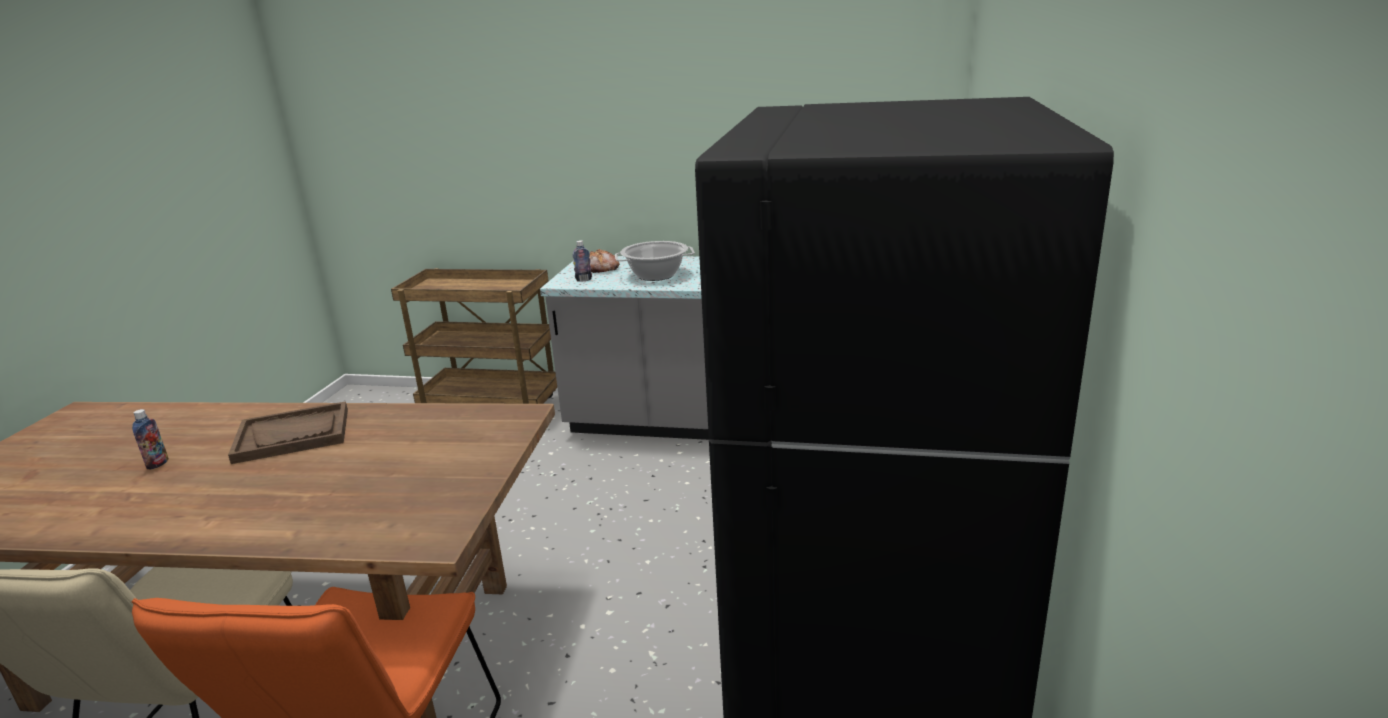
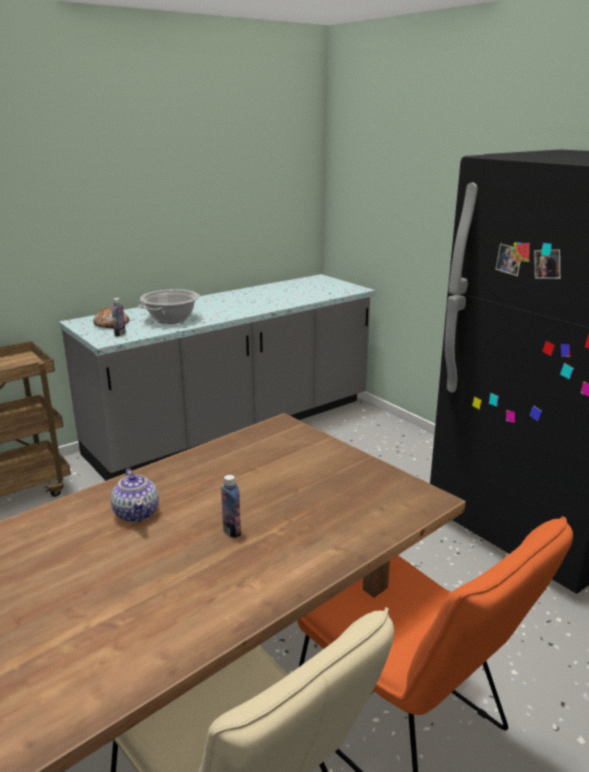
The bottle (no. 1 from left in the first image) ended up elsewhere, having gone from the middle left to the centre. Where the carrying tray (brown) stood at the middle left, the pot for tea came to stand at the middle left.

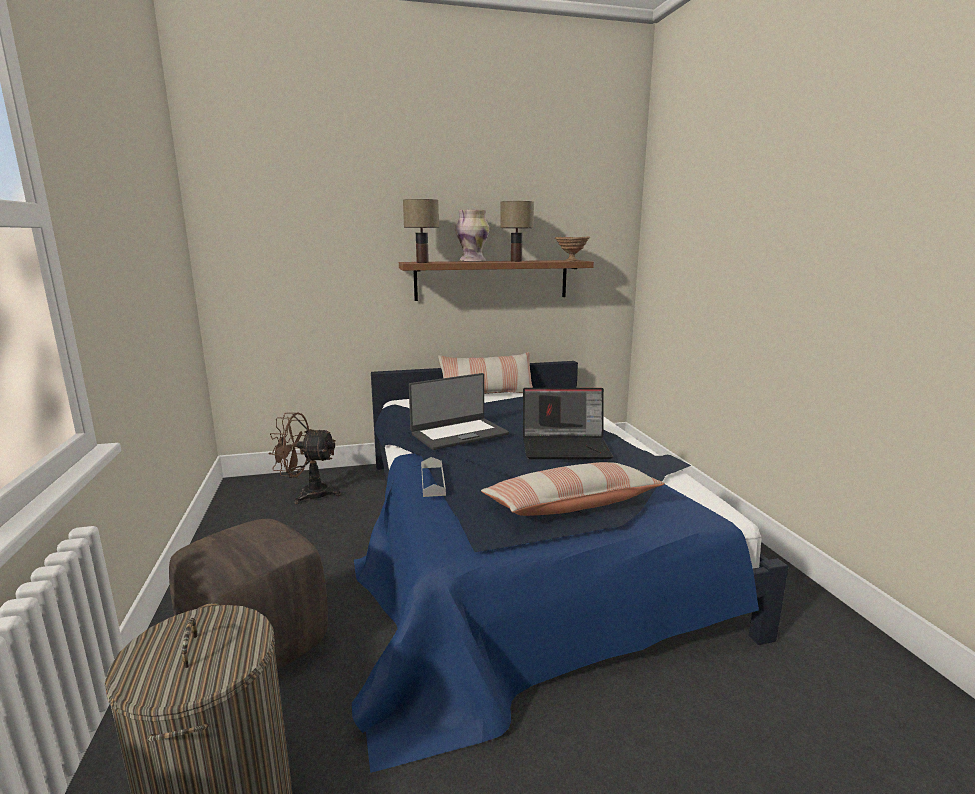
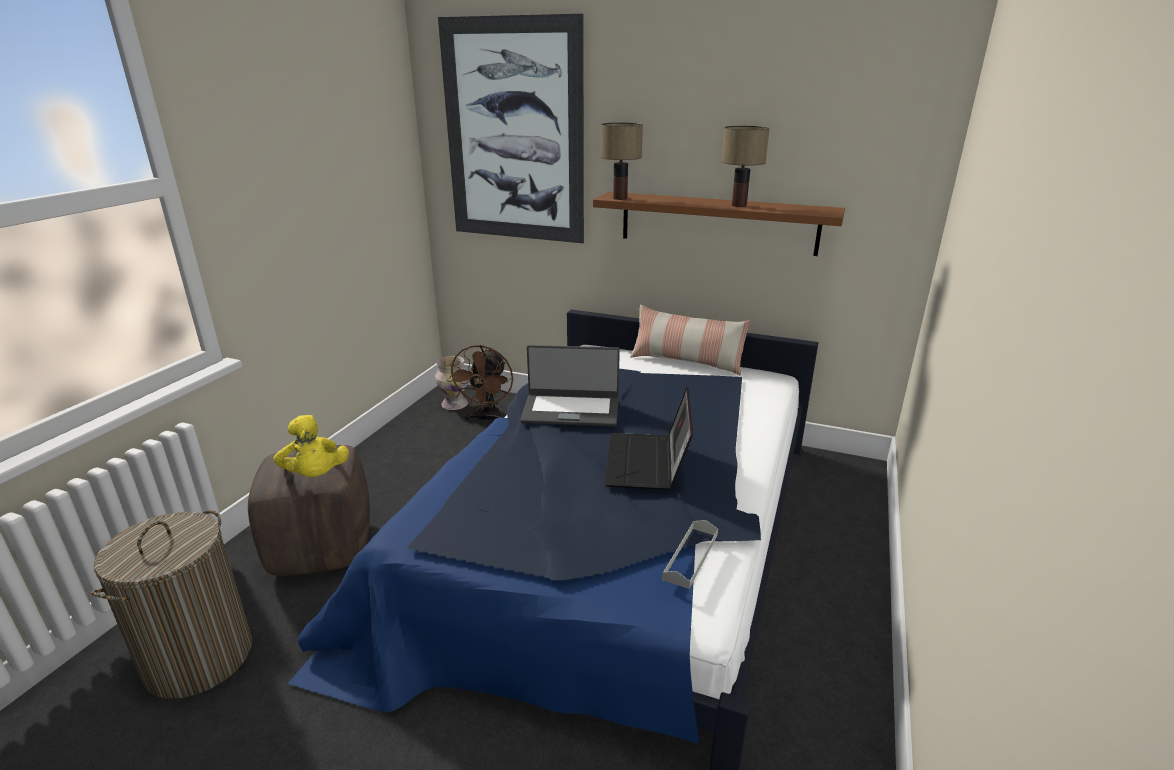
The second view lost the pillow (no. 2 from left) at the centre. The second view lost the deep dish (brown) at the top centre. The second view gained the soft toy (yellowish) at the middle left. The second view gained the wall picture at the top centre. The carrying tray (grey) ended up elsewhere, having gone from the centre to the bottom centre. The vase ended up elsewhere, having gone from the top centre to the centre. The electric fan (brown) at the middle left ended up facing another way, 120 degrees counterclockwise from before. The laptop (no. 2 from left) at the centre ended up facing another way, 60 degrees clockwise from before.

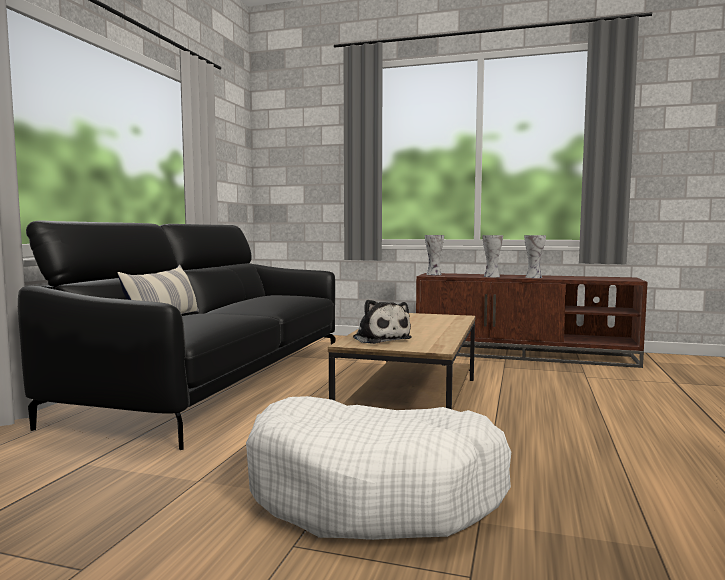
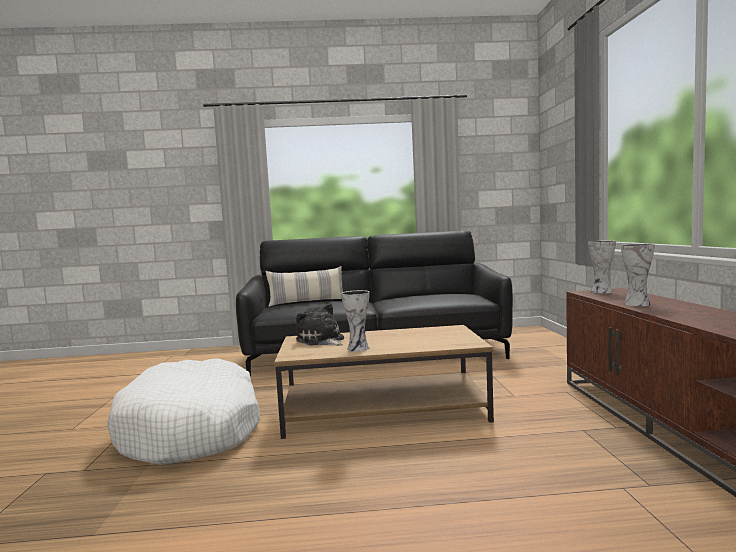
The vase (no. 3 from left in the first image) ended up elsewhere, having gone from the middle right to the centre. The soft toy at the centre ended up facing another way, 105 degrees clockwise from before.

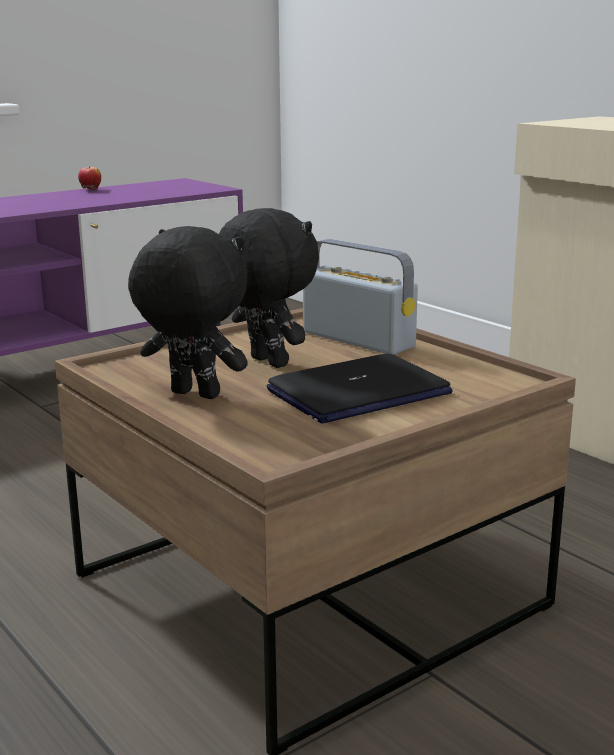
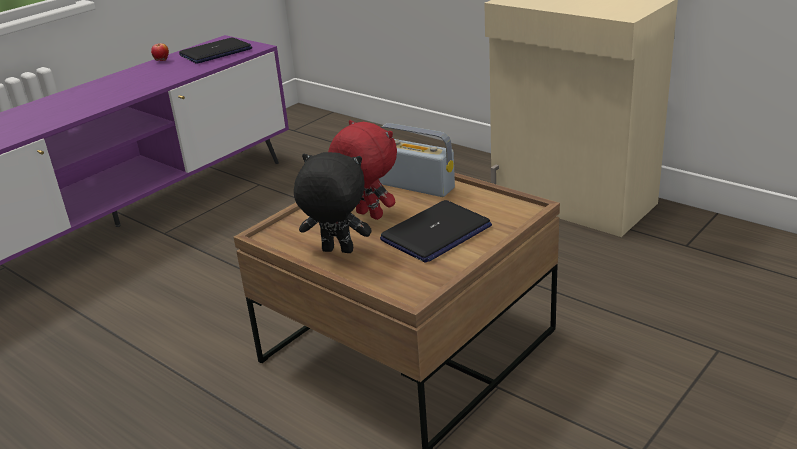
The second view gained the laptop (no. 1 from left) at the top left. What was the soft toy (black) (no. 2 from left) at the centre turned into the soft toy (red-coloured) at the centre.

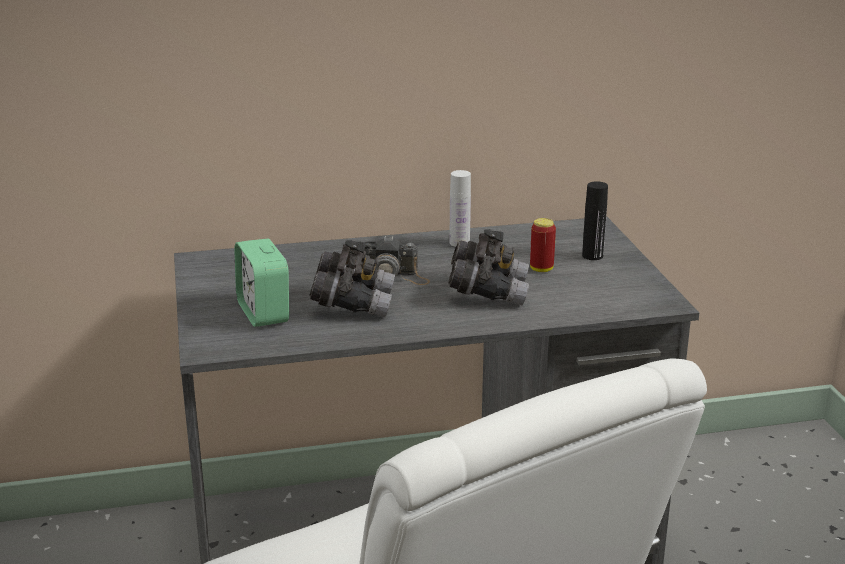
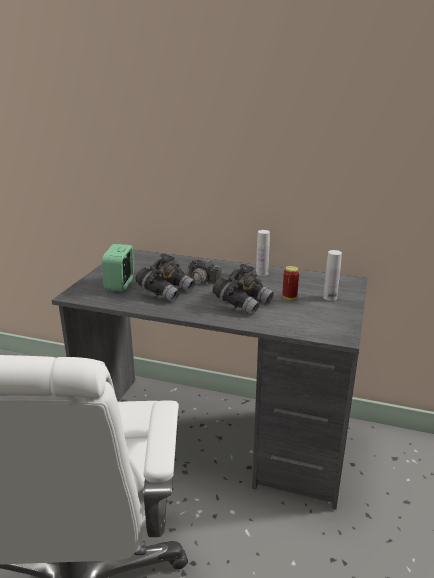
What was the bottle (black) at the middle right turned into the bottle (white) (no. 2 from left) at the middle right.

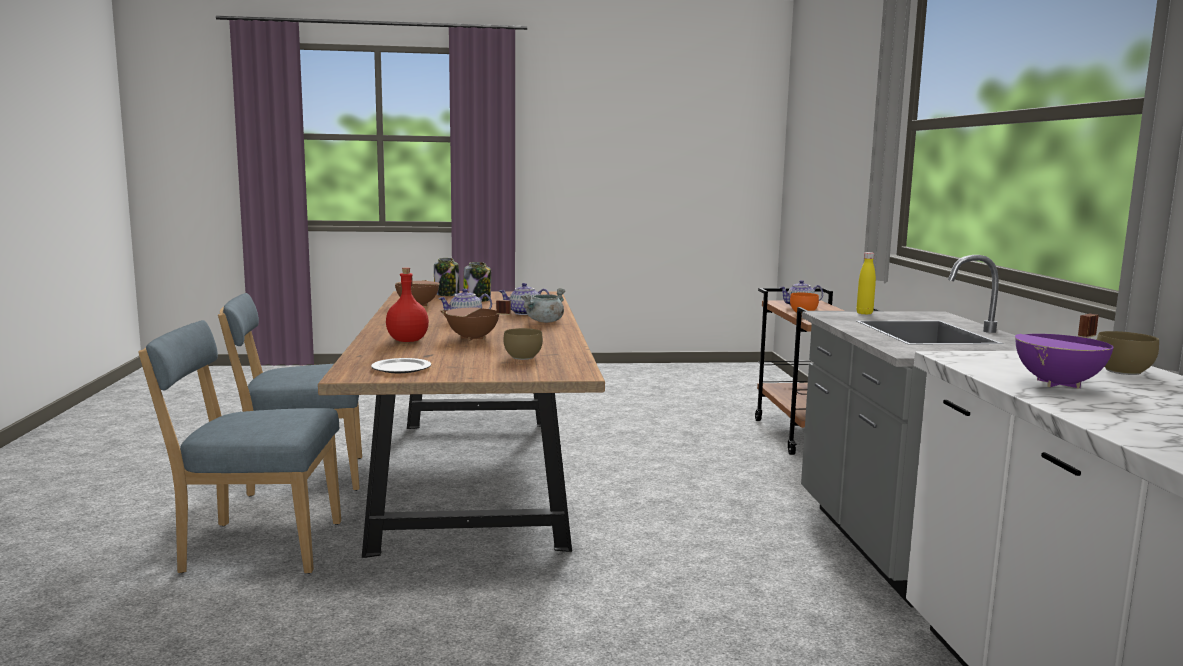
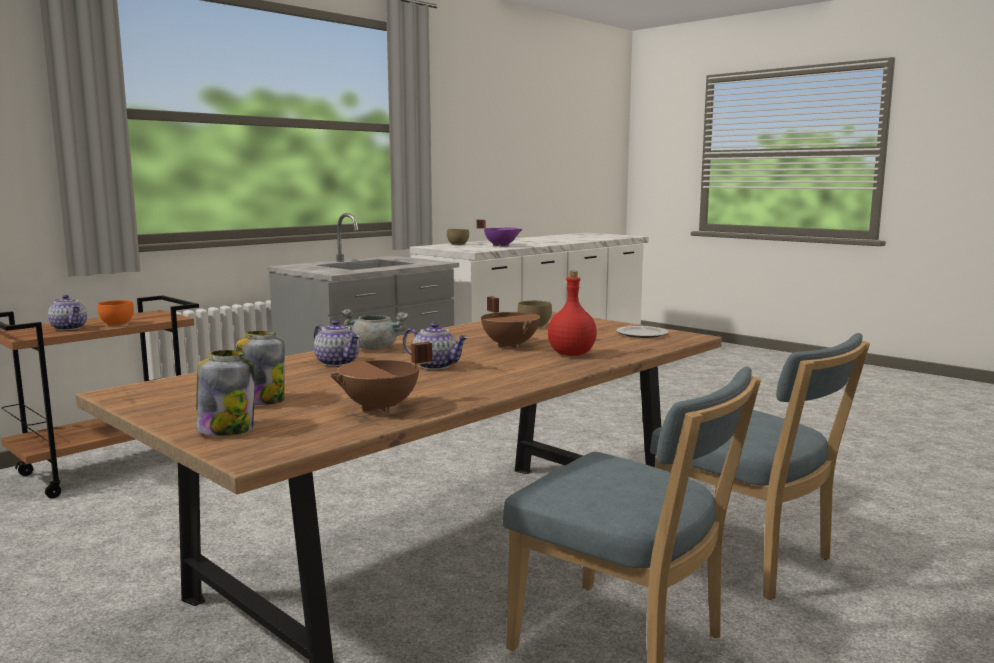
The second view lost the bottle (yellowish) at the middle right.

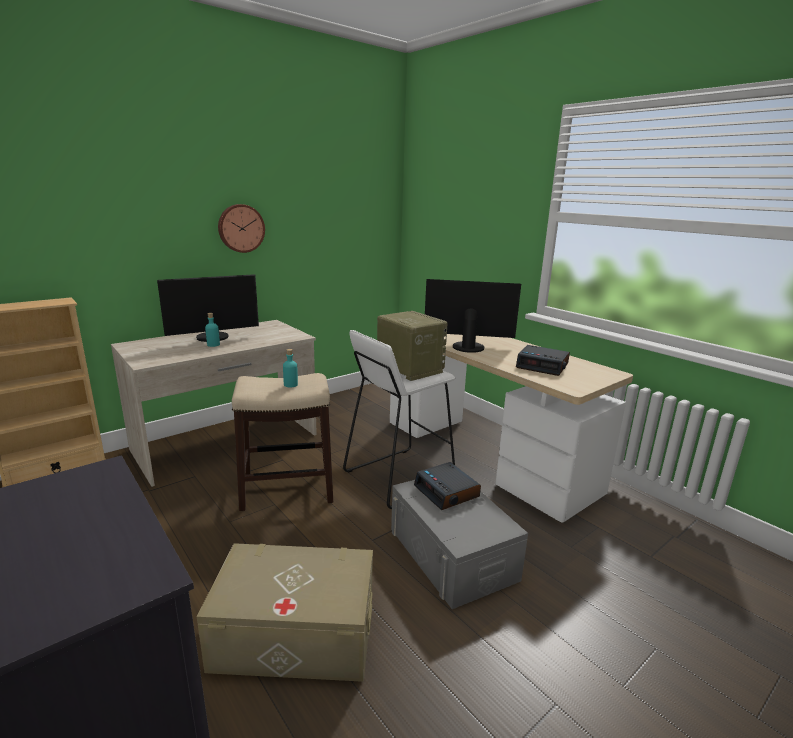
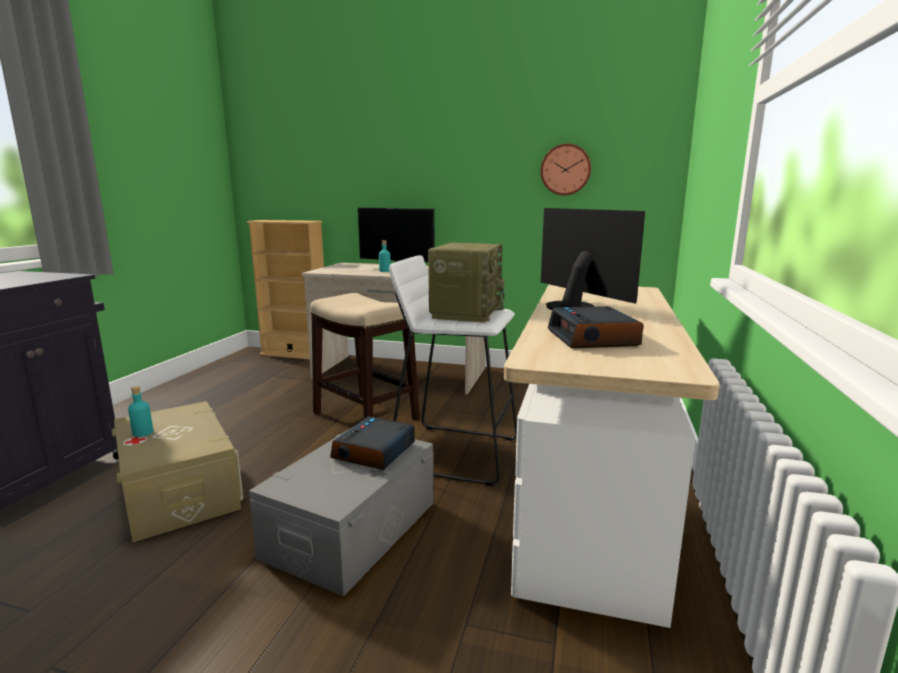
The clock on the wall ended up elsewhere, having gone from the top left to the top centre. The bottle (turquoise) (no. 2 from left in the first image) ended up elsewhere, having gone from the centre to the middle left.

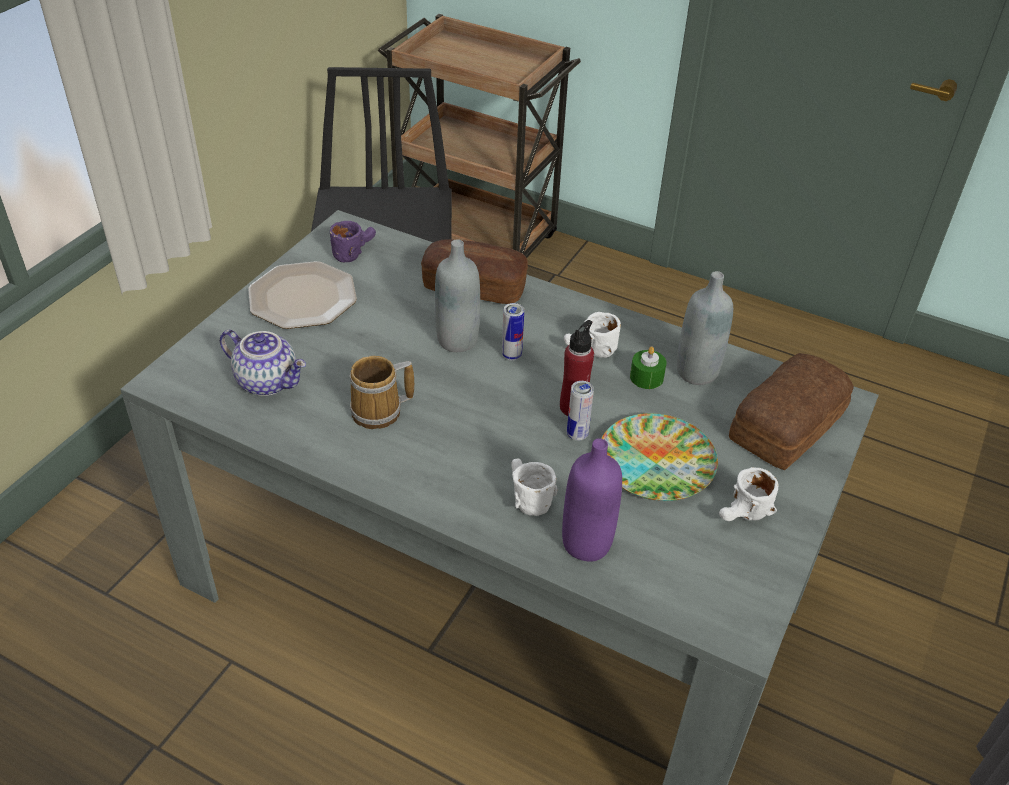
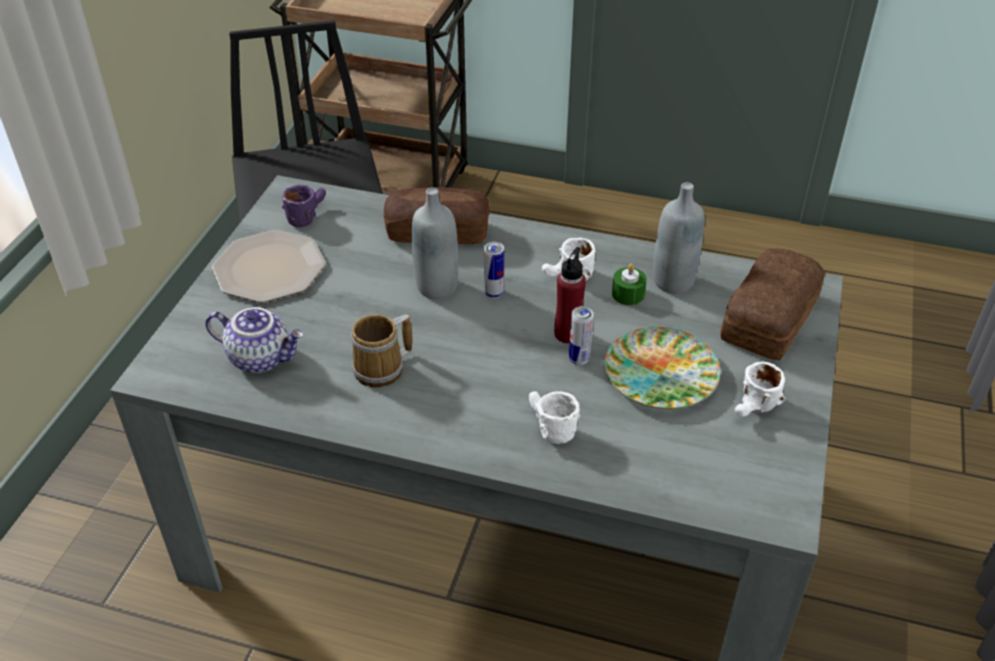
The second view lost the bottle (purple-coloured) at the centre.

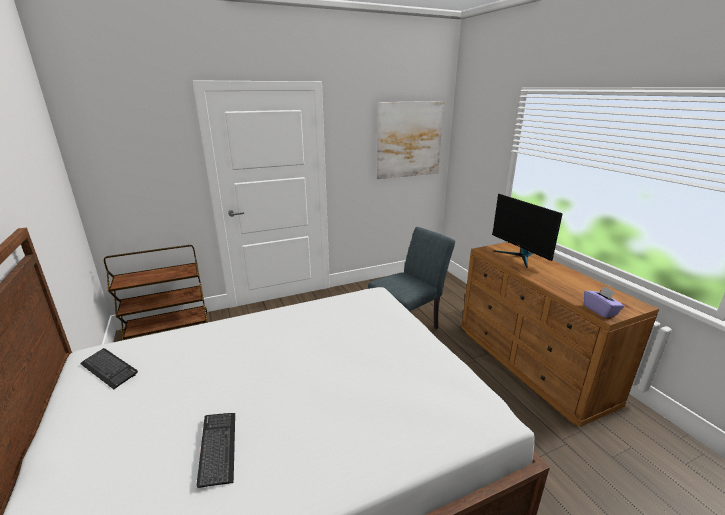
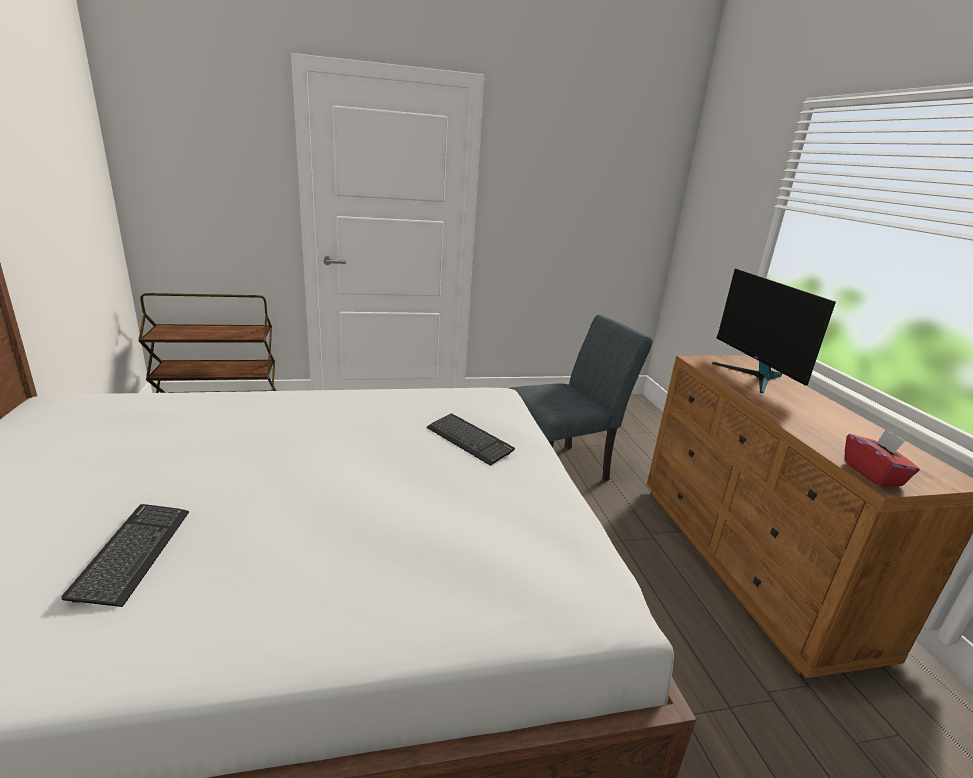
The second view lost the wall picture at the top centre. The PC keyboard (no. 1 from left in the first image) ended up elsewhere, having gone from the bottom left to the centre. What was the tissue holder (purple-coloured) at the middle right turned into the tissue holder (red-coloured) at the middle right.

